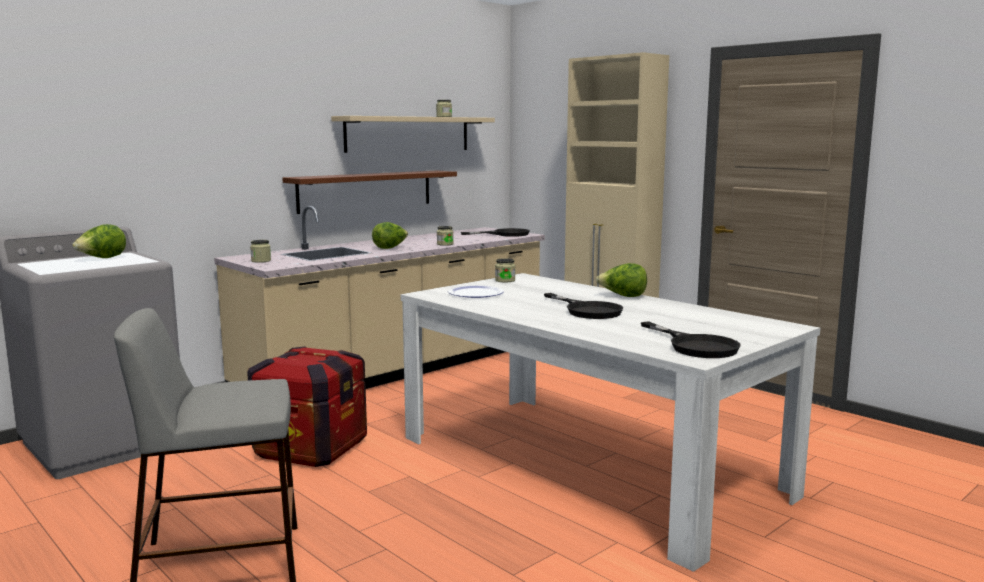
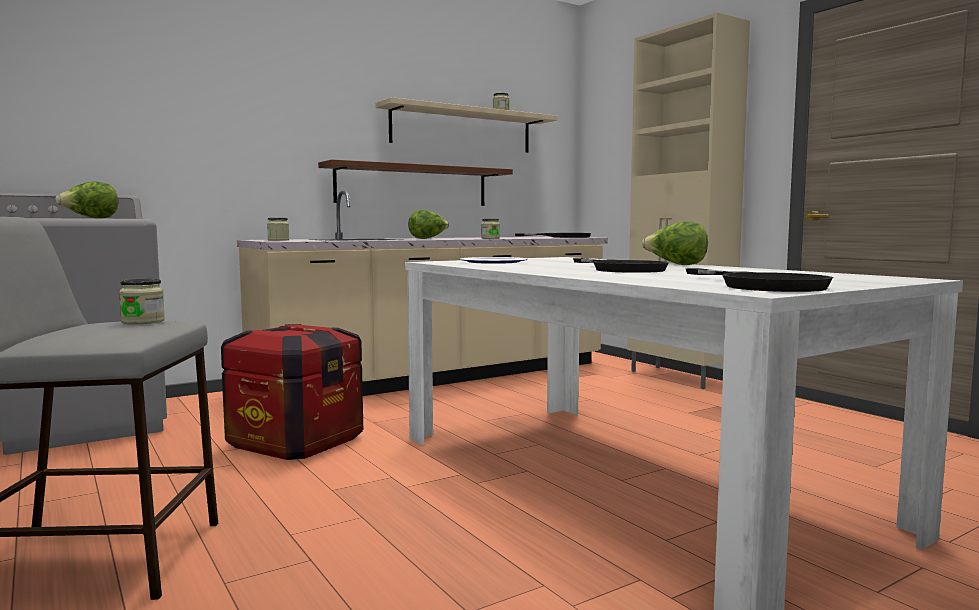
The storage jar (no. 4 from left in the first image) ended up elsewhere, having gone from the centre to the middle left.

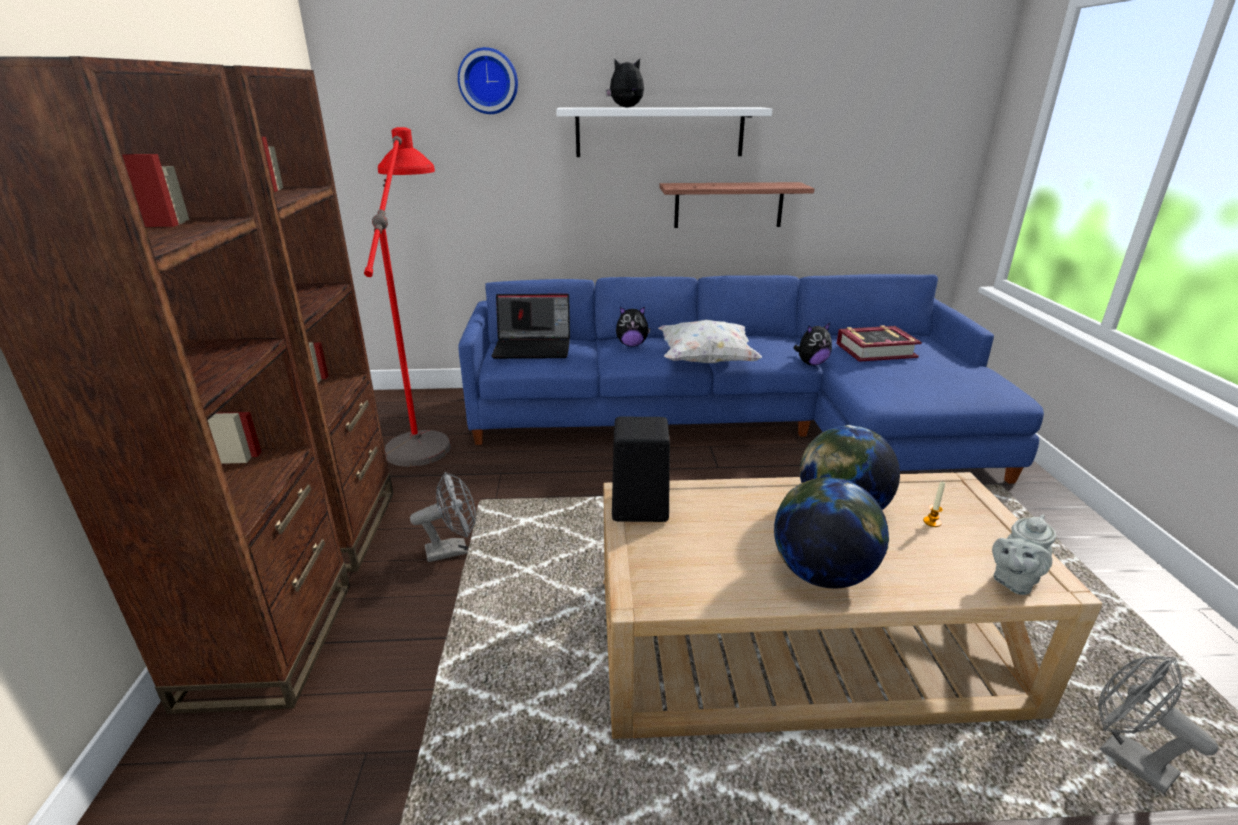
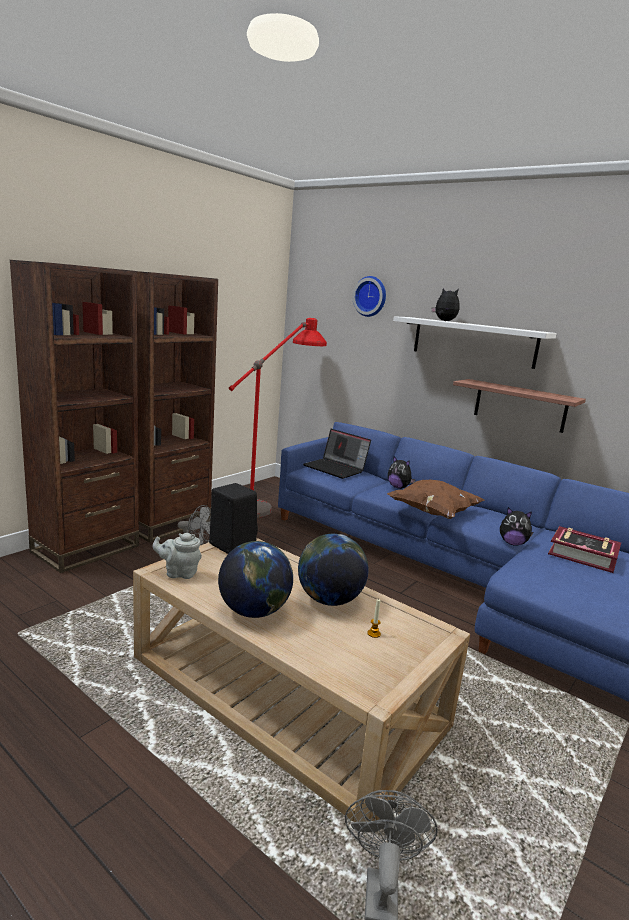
The pot for tea (grey) ended up elsewhere, having gone from the bottom right to the middle left. What was the pillow (white) at the centre turned into the pillow (brown) at the middle right.

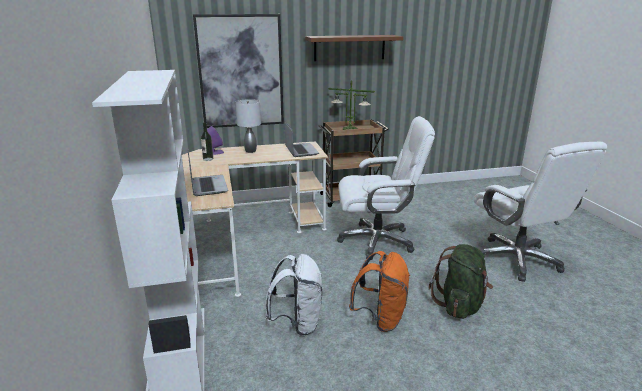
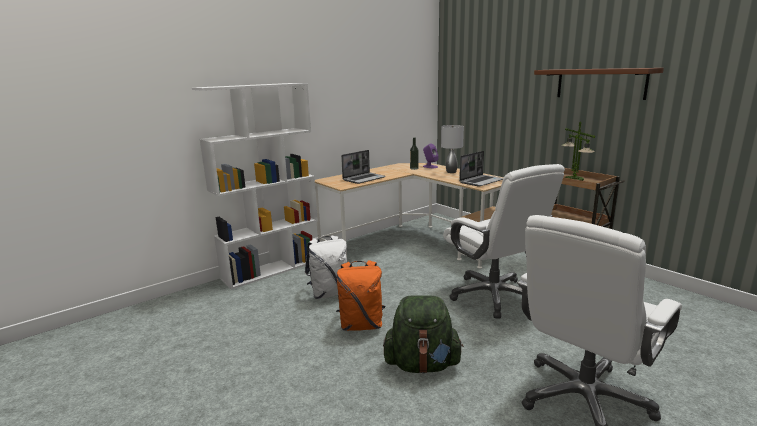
The second view lost the wall picture at the top centre.

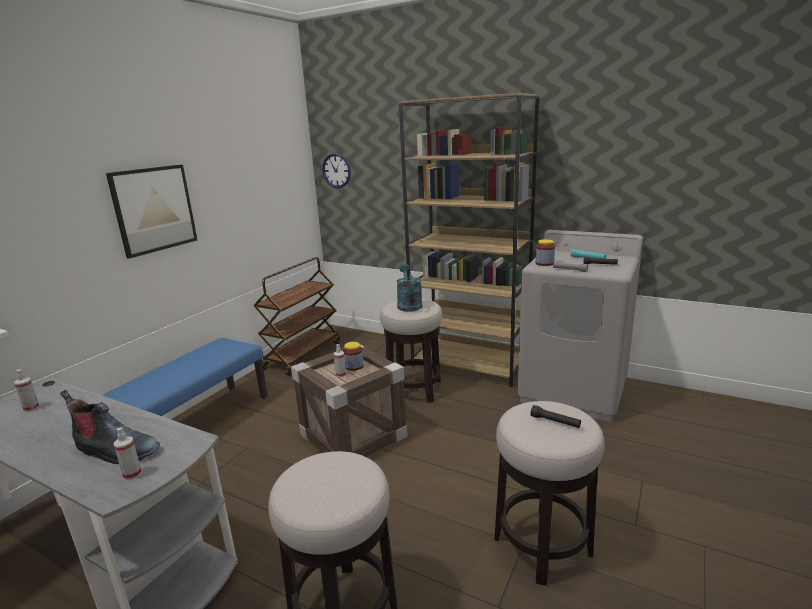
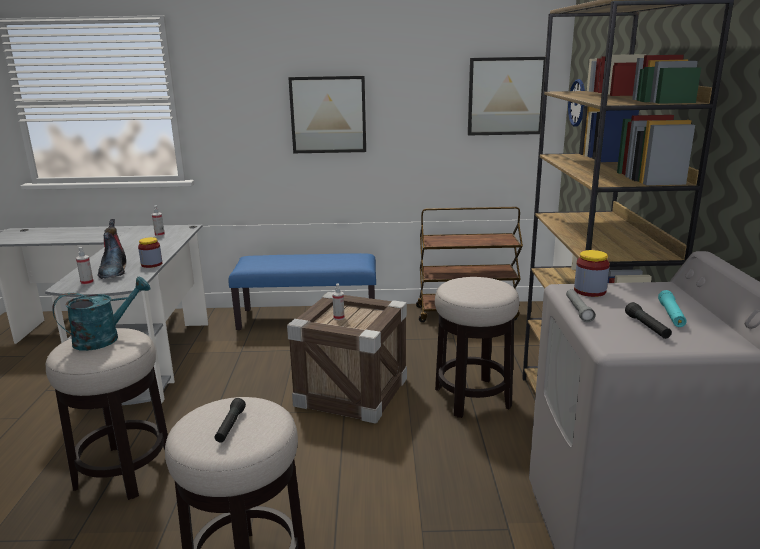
The second view gained the wall picture (no. 2 from left) at the top centre. The storage jar (no. 1 from left) ended up elsewhere, having gone from the centre to the middle left. The watering can (turquoise) ended up elsewhere, having gone from the centre to the middle left.

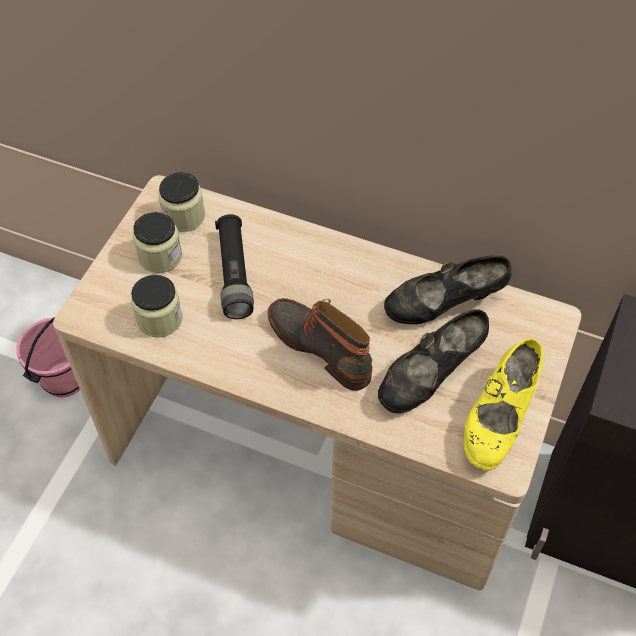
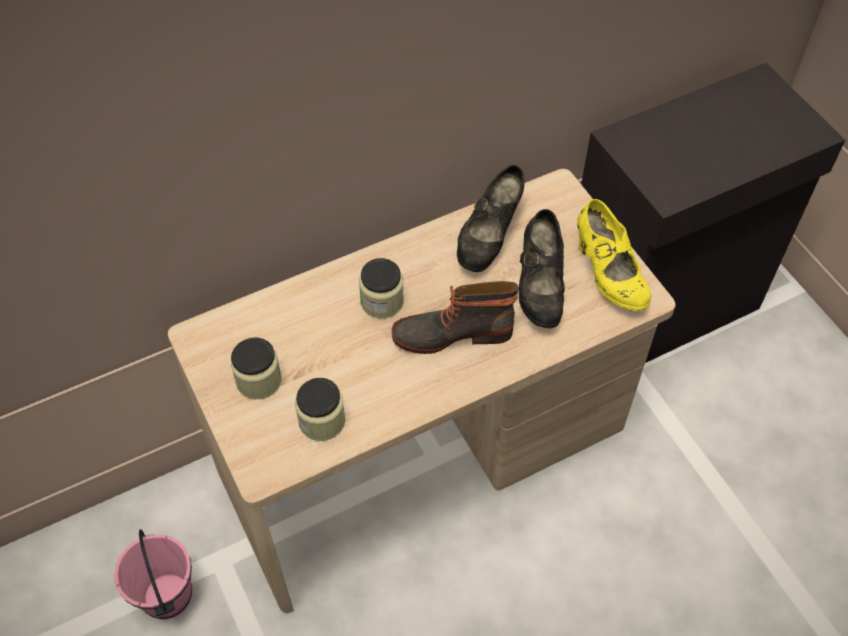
The second view lost the hand torch (black) at the centre. The storage jar (no. 3 from left) ended up elsewhere, having gone from the top left to the centre.

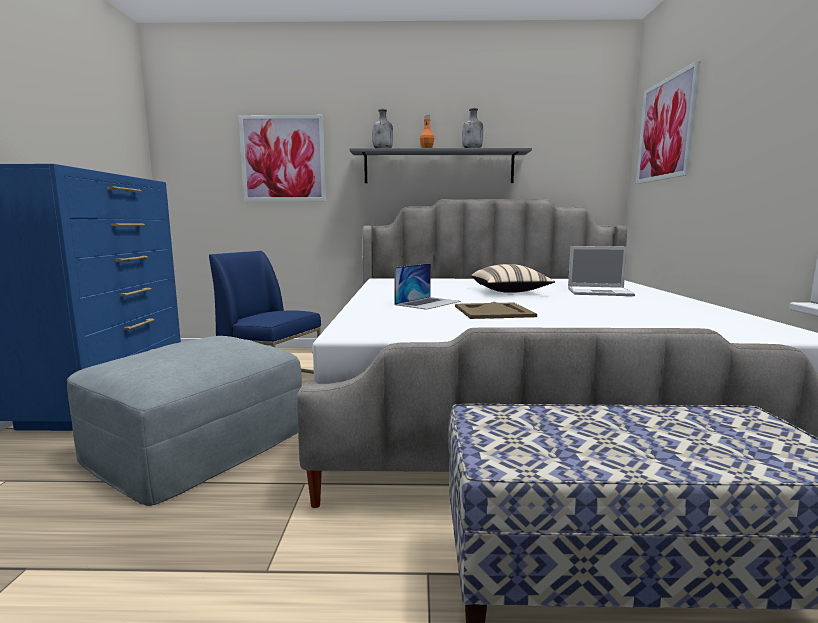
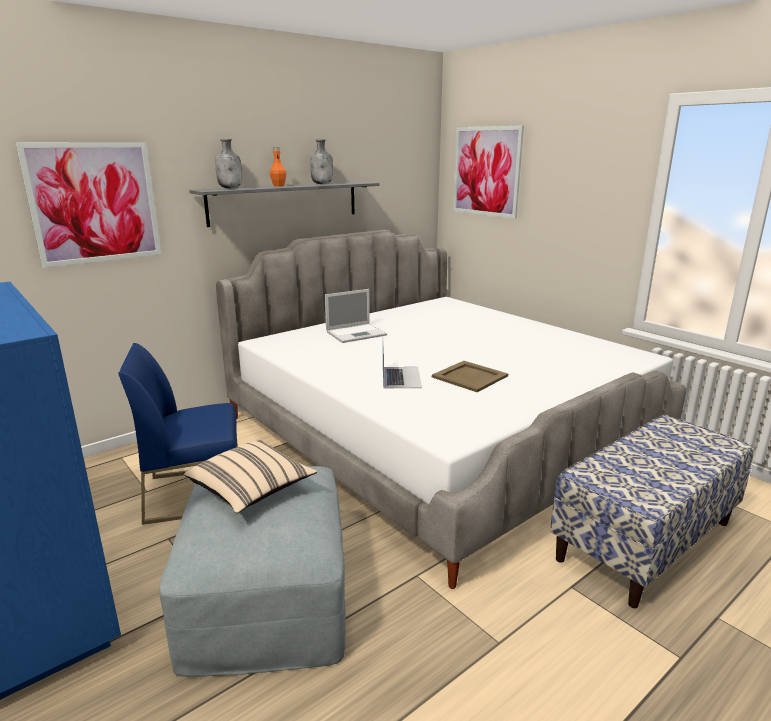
The pillow (sand-coloured) ended up elsewhere, having gone from the centre to the middle left. The laptop (no. 2 from left in the first image) ended up elsewhere, having gone from the middle right to the centre.

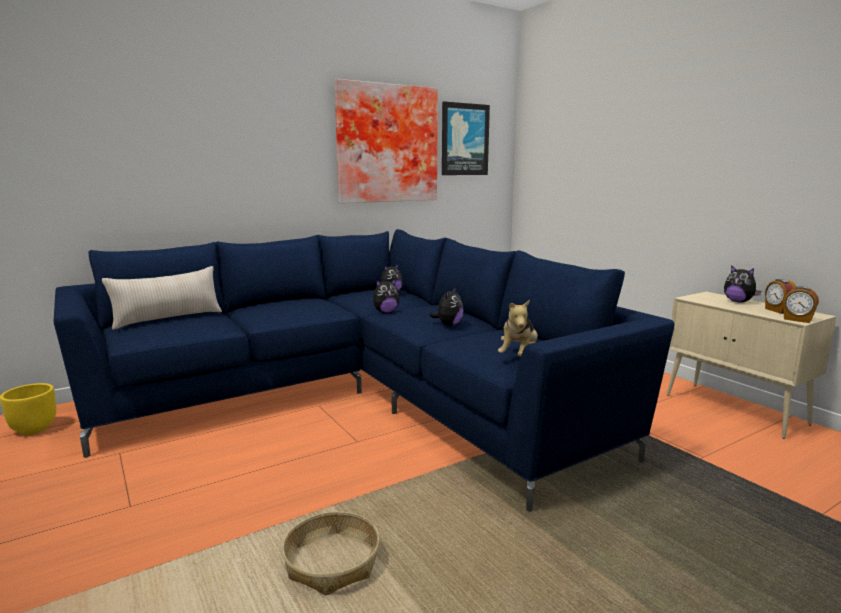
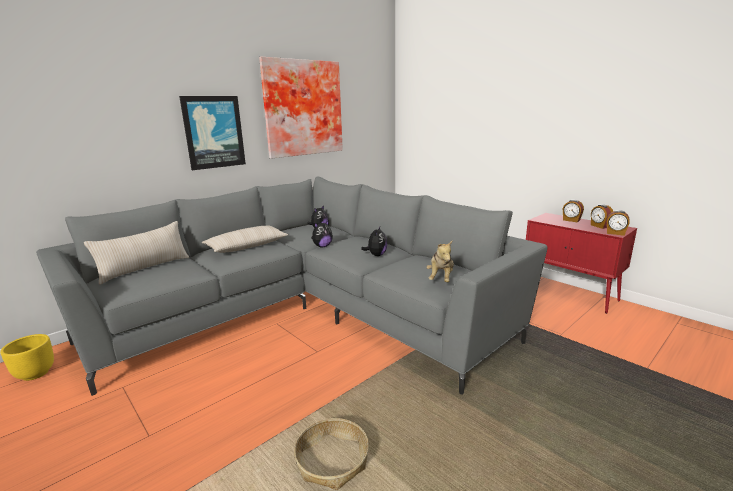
The second view gained the pillow (sand-coloured) (no. 2 from left) at the centre. The wall picture (no. 2 from left in the first image) ended up elsewhere, having gone from the top centre to the top left. Where the soft toy (no. 5 from left) stood at the middle right, the table clock (no. 1 from left) came to stand at the middle right. What was the sofa (bluish) at the centre turned into the sofa (grey) at the centre. What was the storage cabinet (sand-coloured) at the middle right turned into the storage cabinet (red-coloured) at the middle right.

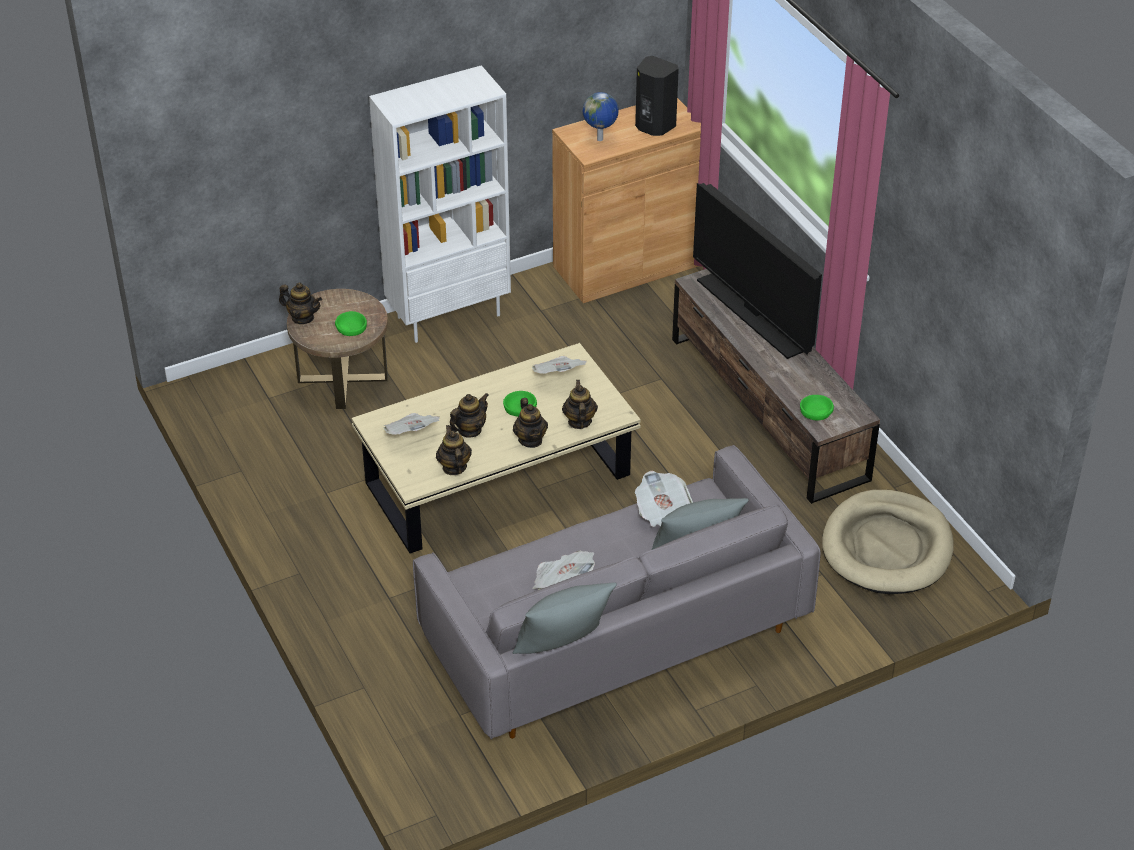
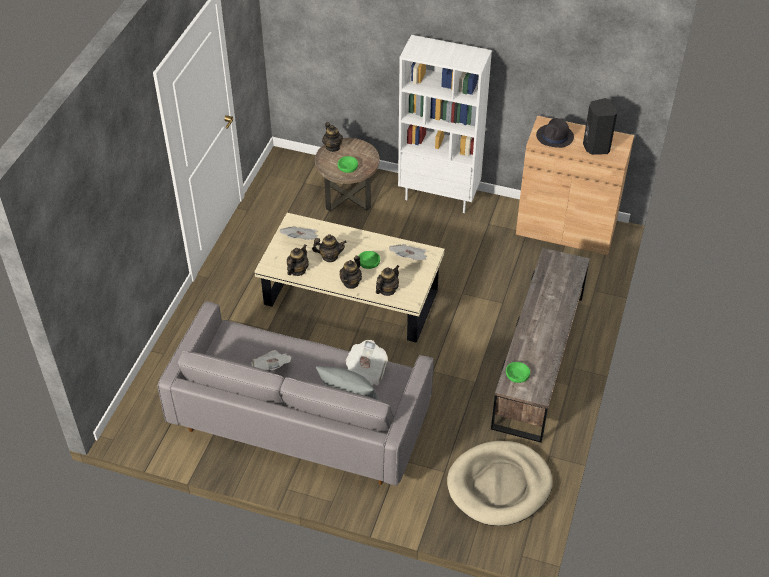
The second view lost the pillow (grey) (no. 1 from left) at the bottom centre. The second view lost the television at the top right. Where the globe stood at the top centre, the clothing hat (black) came to stand at the top right.

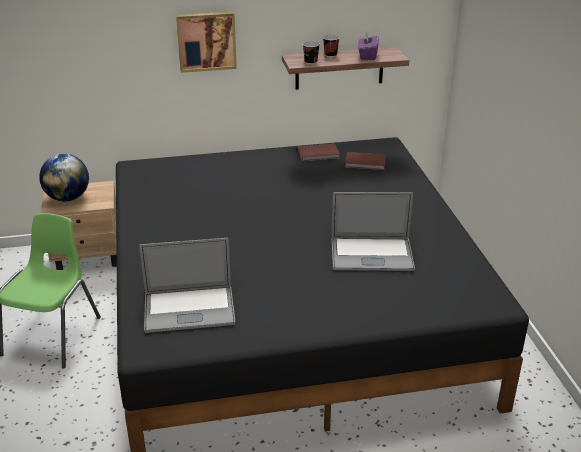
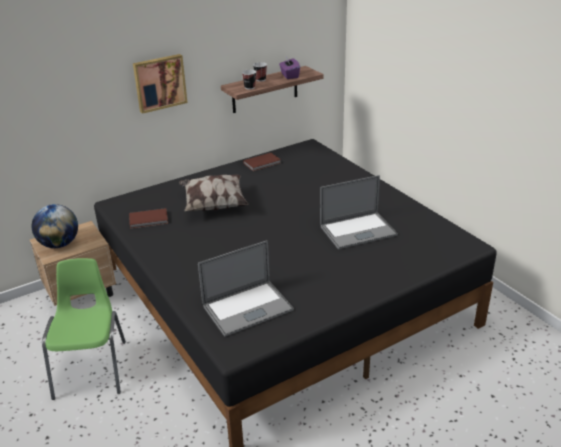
The second view gained the pillow at the centre. The bound book (brown) (no. 2 from left in the first image) ended up elsewhere, having gone from the centre to the middle left.

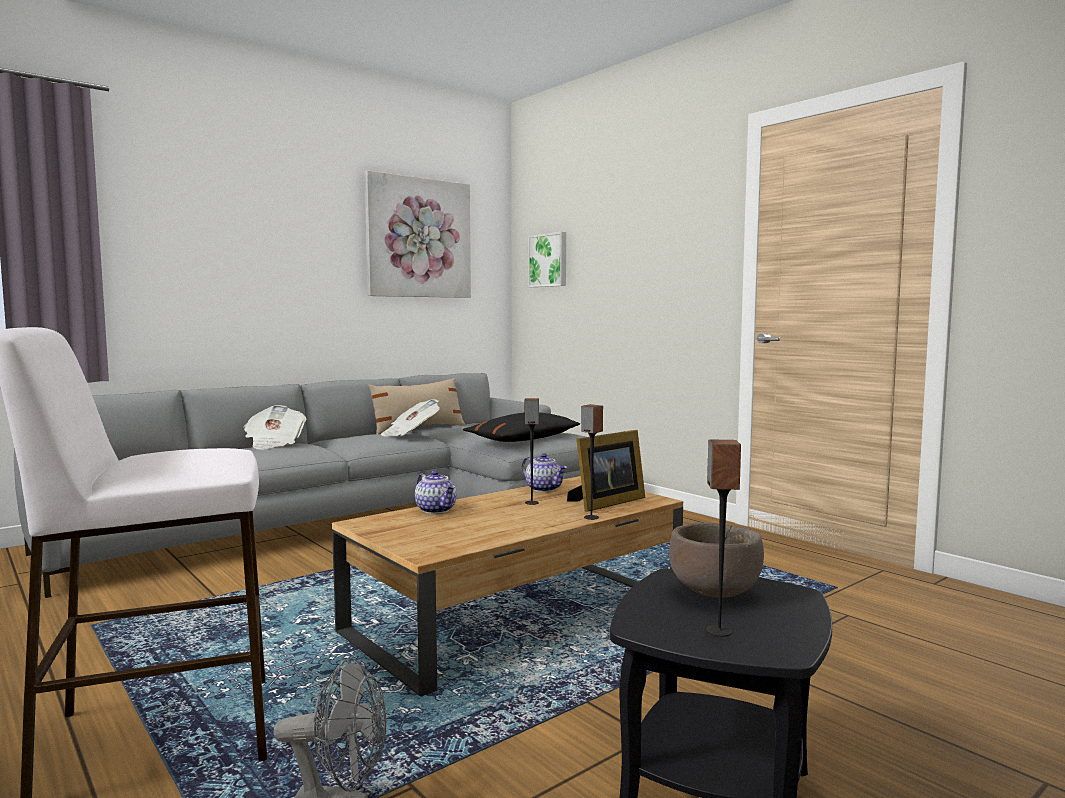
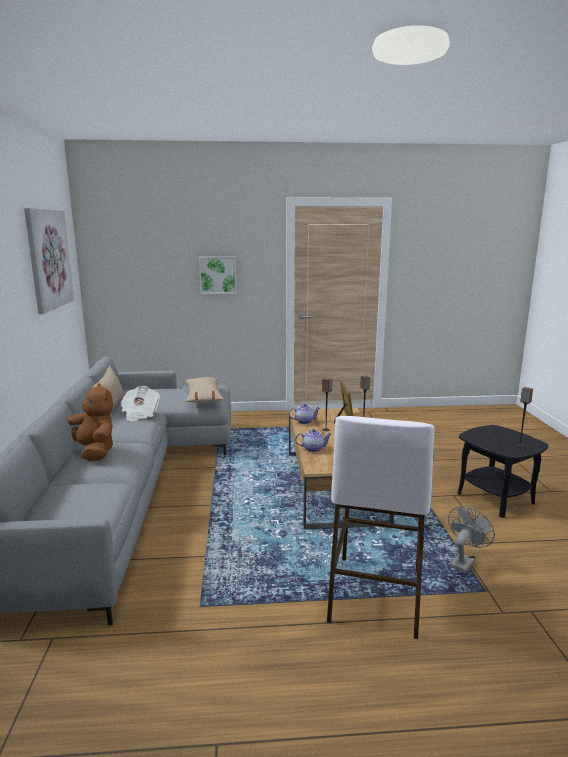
The second view lost the deep dish (brown) at the bottom right. The wall picture (no. 2 from left) ended up elsewhere, having gone from the top centre to the centre. Where the printed paper (no. 1 from left) stood at the middle left, the soft toy (brown) came to stand at the middle left. What was the pillow (black) at the centre turned into the pillow (sand-coloured) (no. 2 from left) at the centre.

